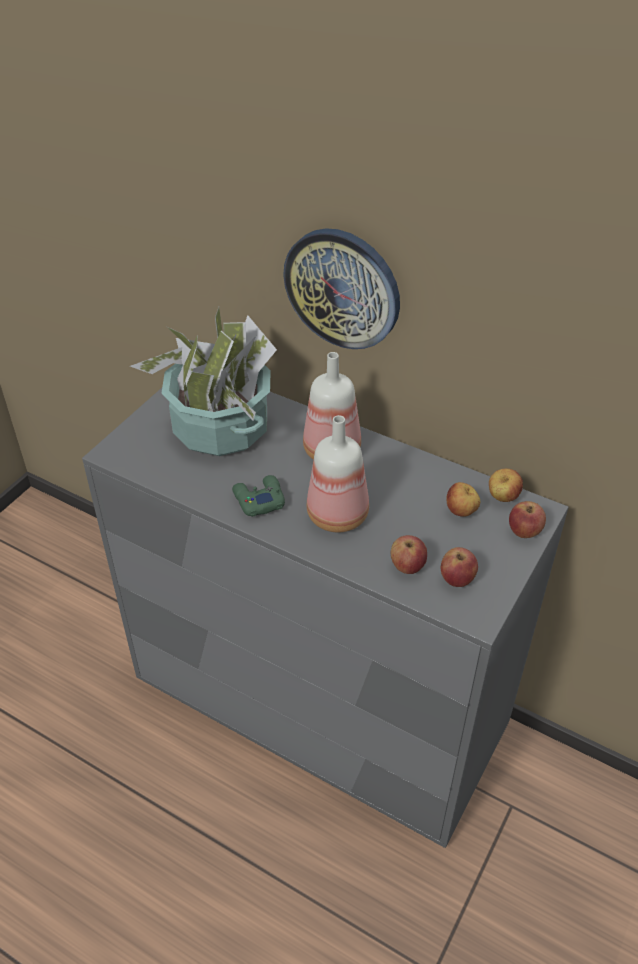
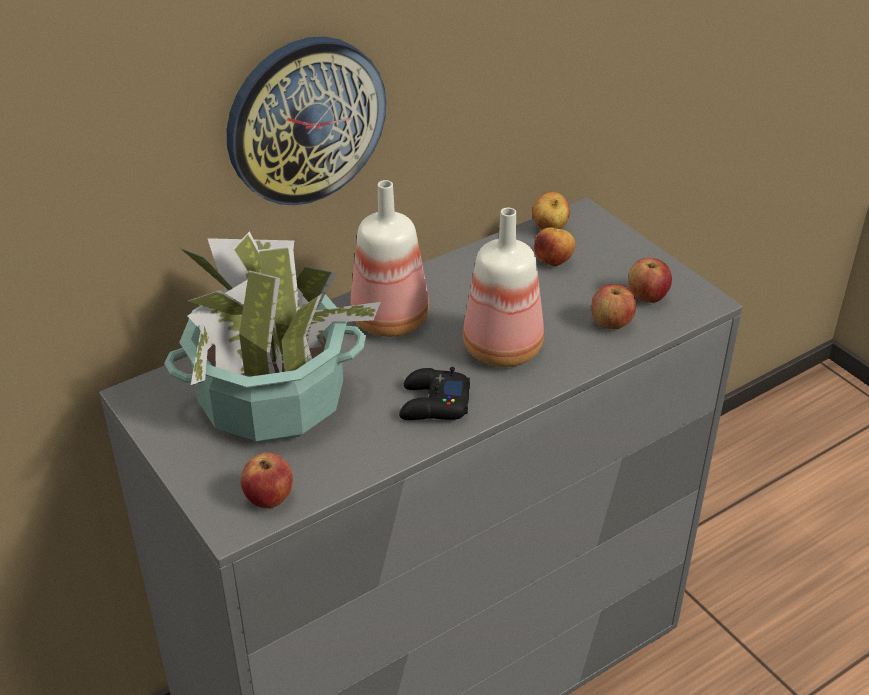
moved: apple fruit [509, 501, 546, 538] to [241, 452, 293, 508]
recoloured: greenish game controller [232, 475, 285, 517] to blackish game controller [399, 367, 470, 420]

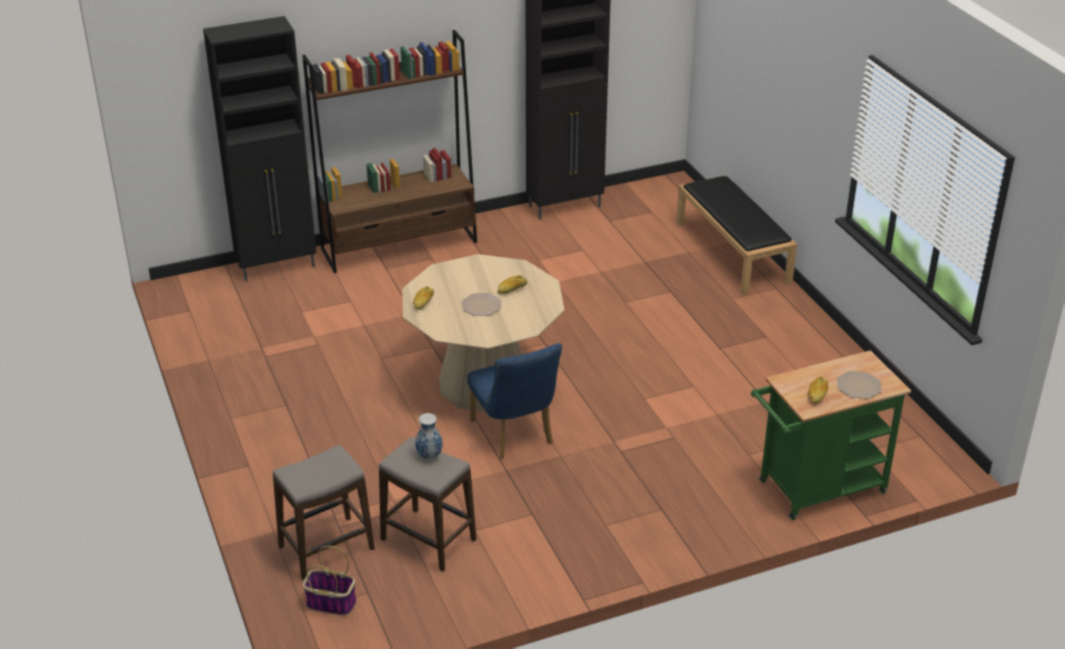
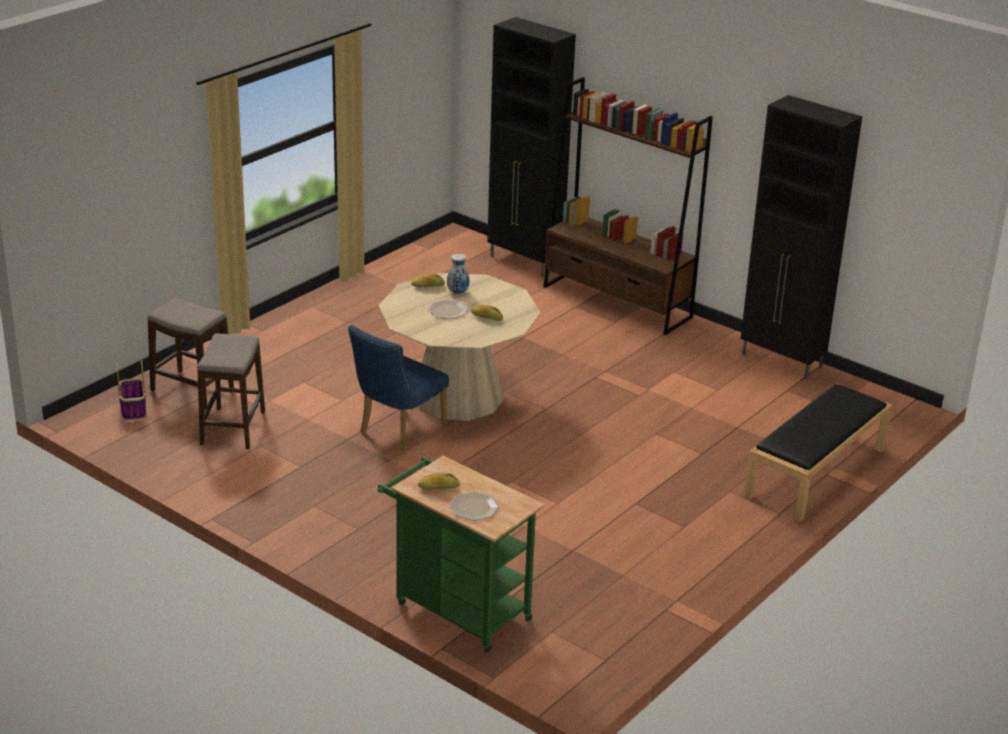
moved: decorative vase [416, 413, 442, 459] to [447, 254, 469, 294]

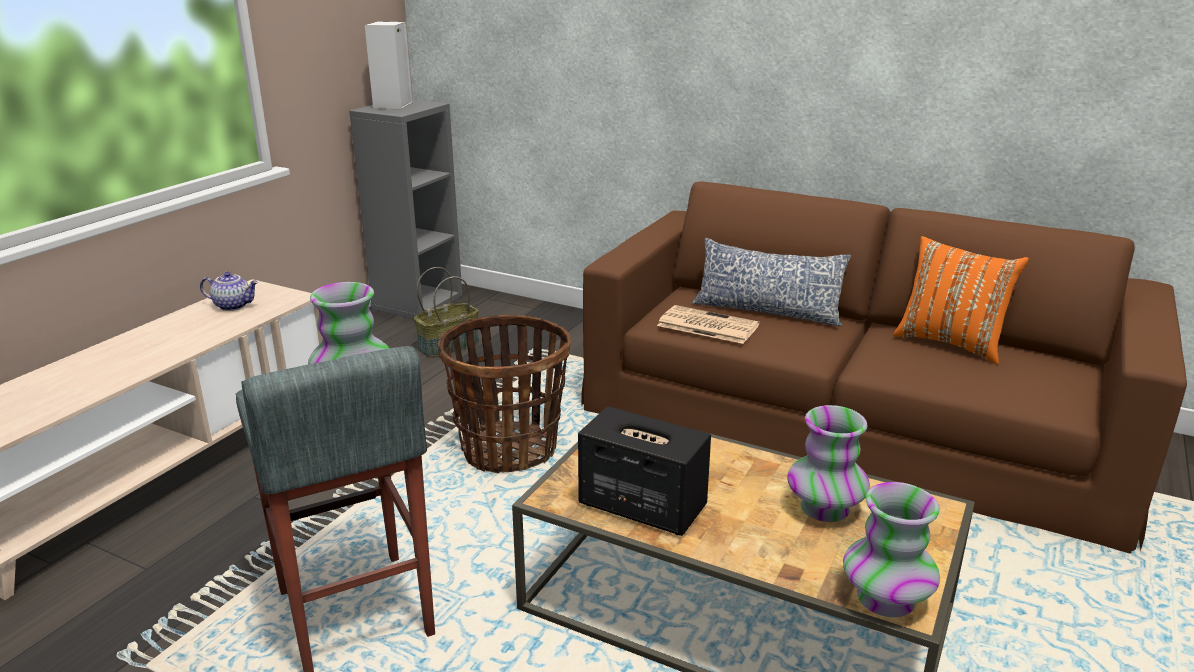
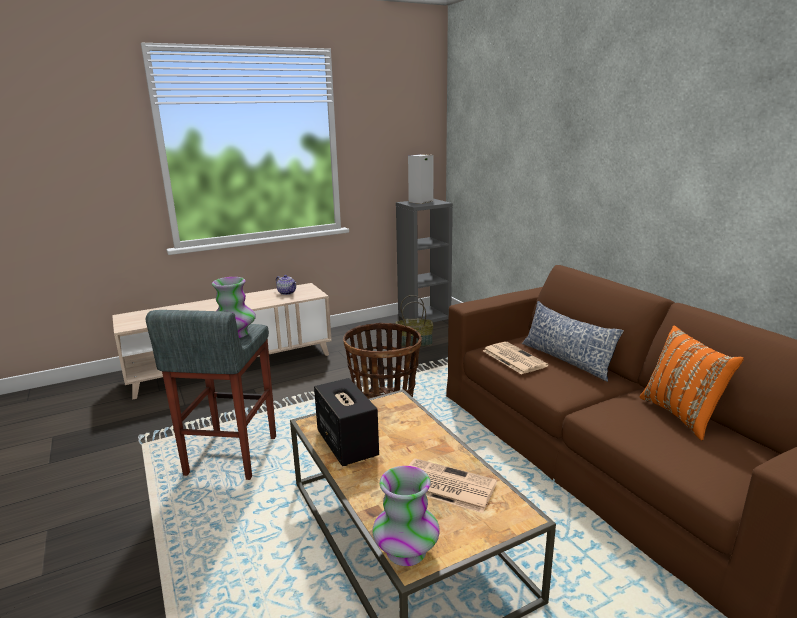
replaced: decorative vase [787, 405, 870, 522] to newspaper [408, 458, 497, 513]

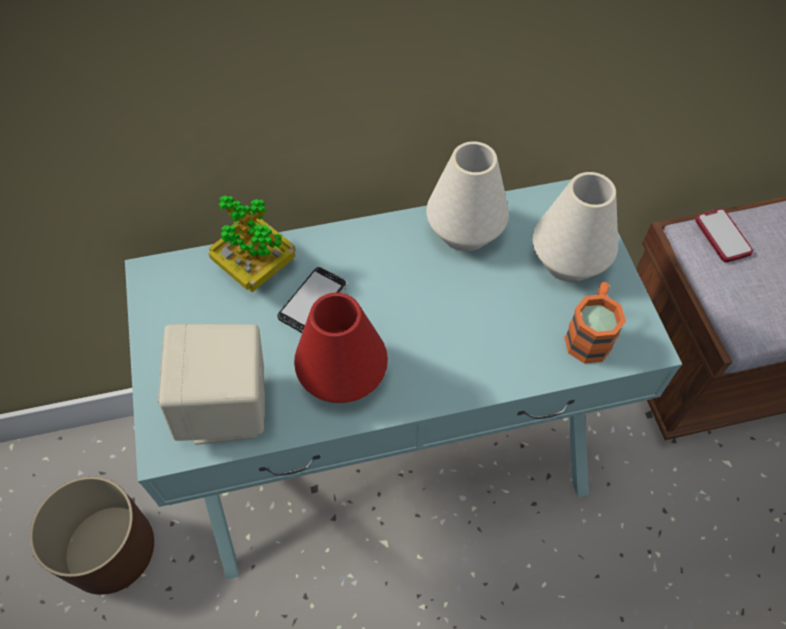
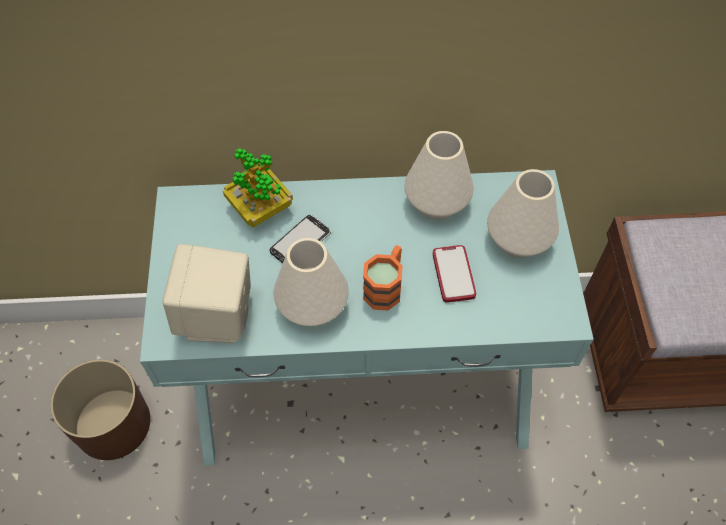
moved: orangey coffee mug [564, 282, 626, 364] to [363, 245, 403, 310]; phone [695, 209, 753, 263] to [433, 245, 476, 302]
recoloured: red decorative vase [294, 293, 388, 403] to whitish decorative vase [274, 238, 349, 326]

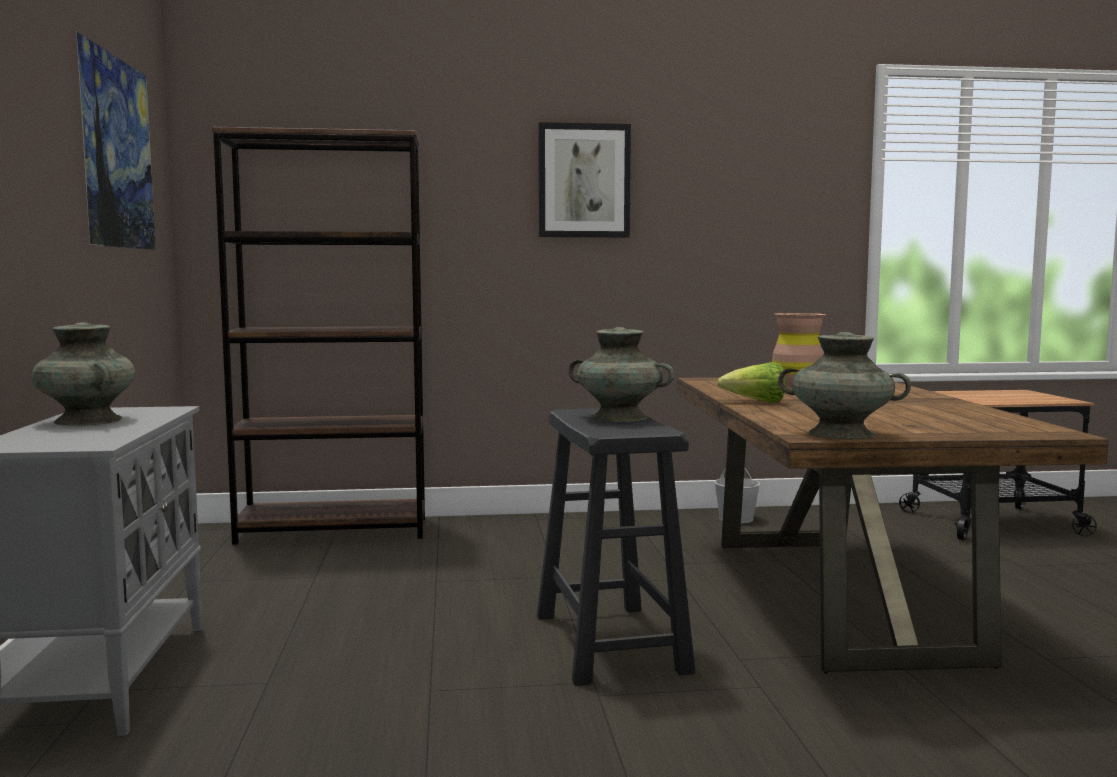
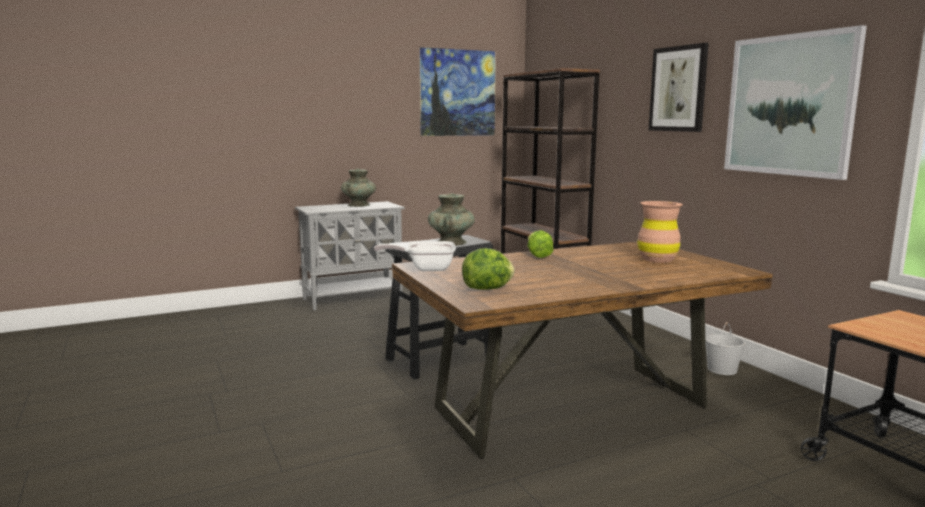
added: lettuce [462, 248, 515, 290]; wall picture [724, 25, 867, 180]
replaced: turquoise decorative vase [778, 332, 911, 439] to pan [374, 241, 456, 271]

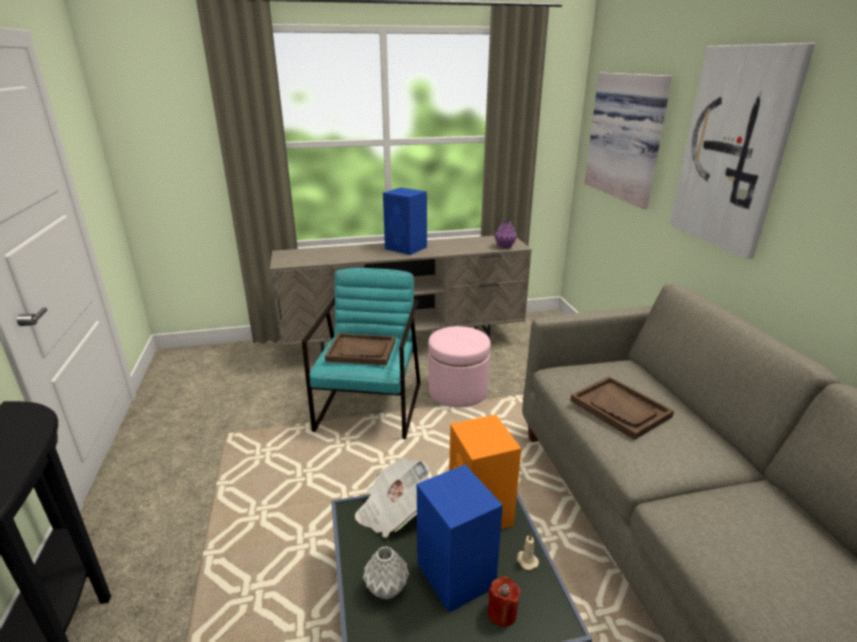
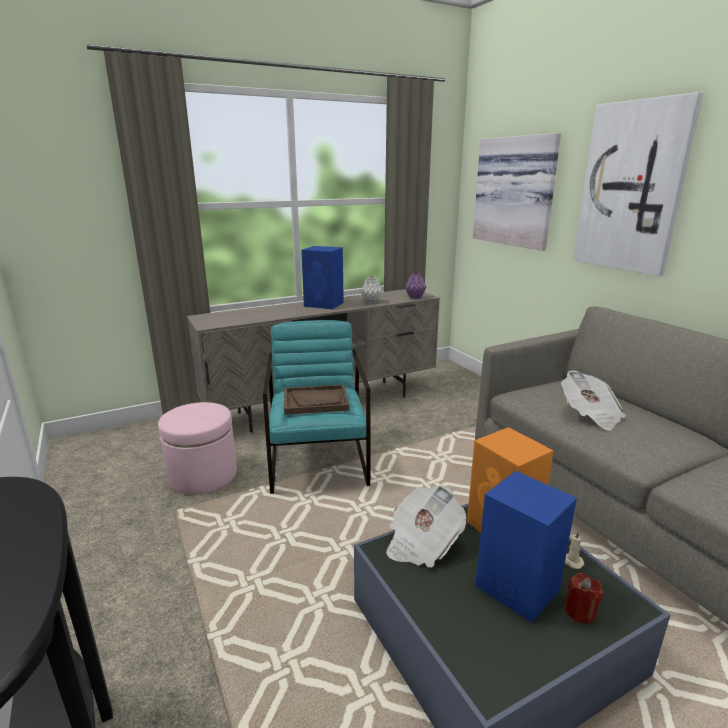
moved: gray decorative vase [363, 546, 409, 600] to [360, 277, 383, 303]; pink footrest [428, 326, 491, 407] to [158, 402, 237, 495]
replaced: brown serving tray [570, 376, 674, 440] to newspaper [561, 370, 626, 431]

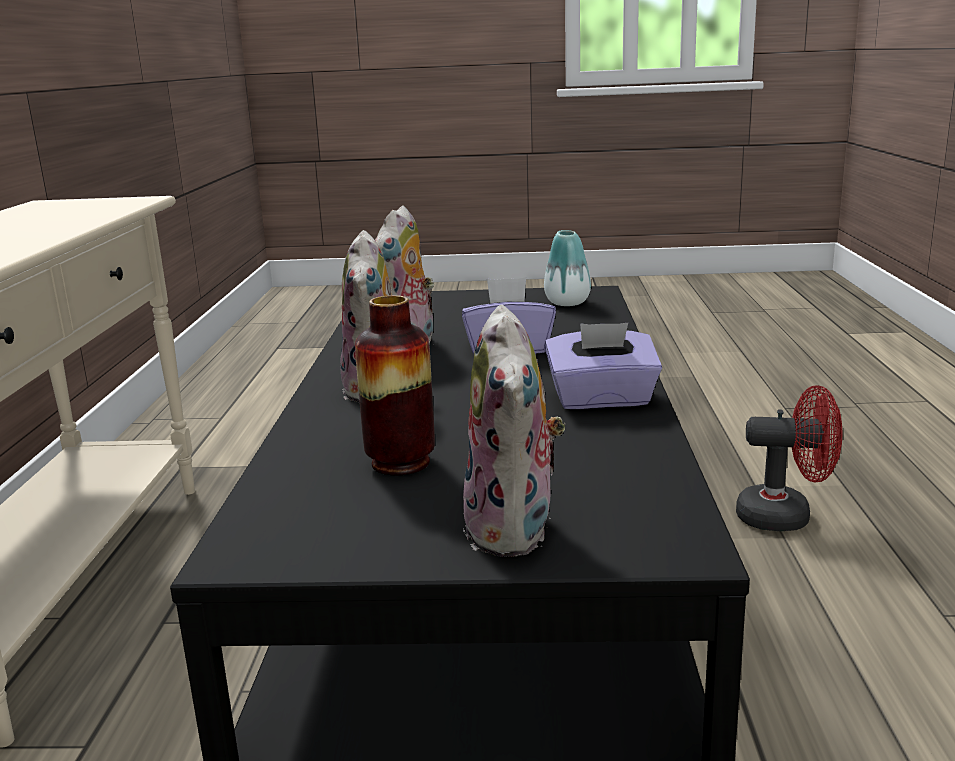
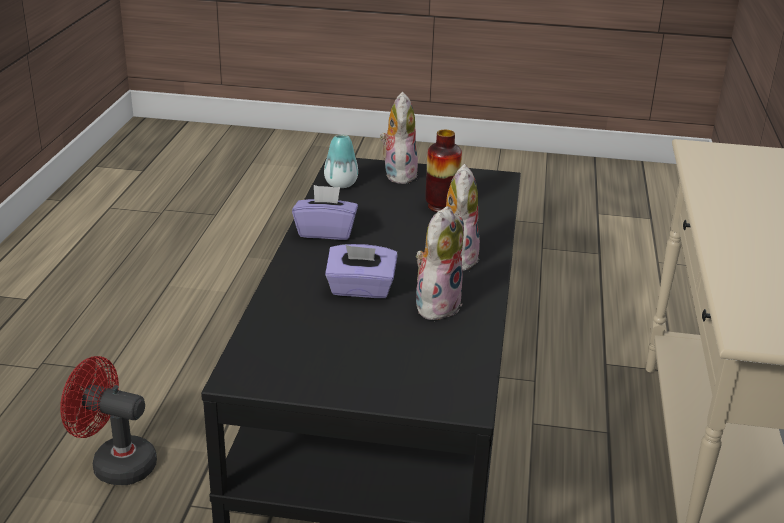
moved: decorative vase [544, 230, 591, 306] to [324, 135, 358, 188]

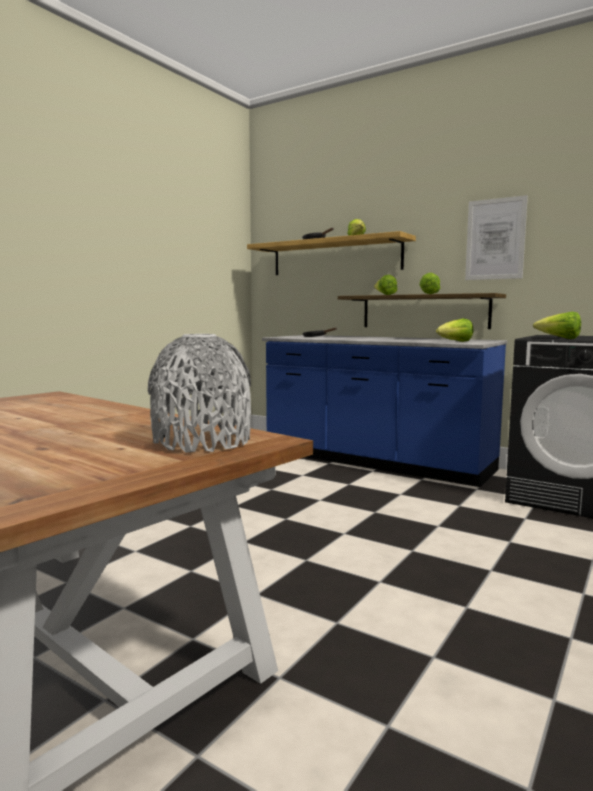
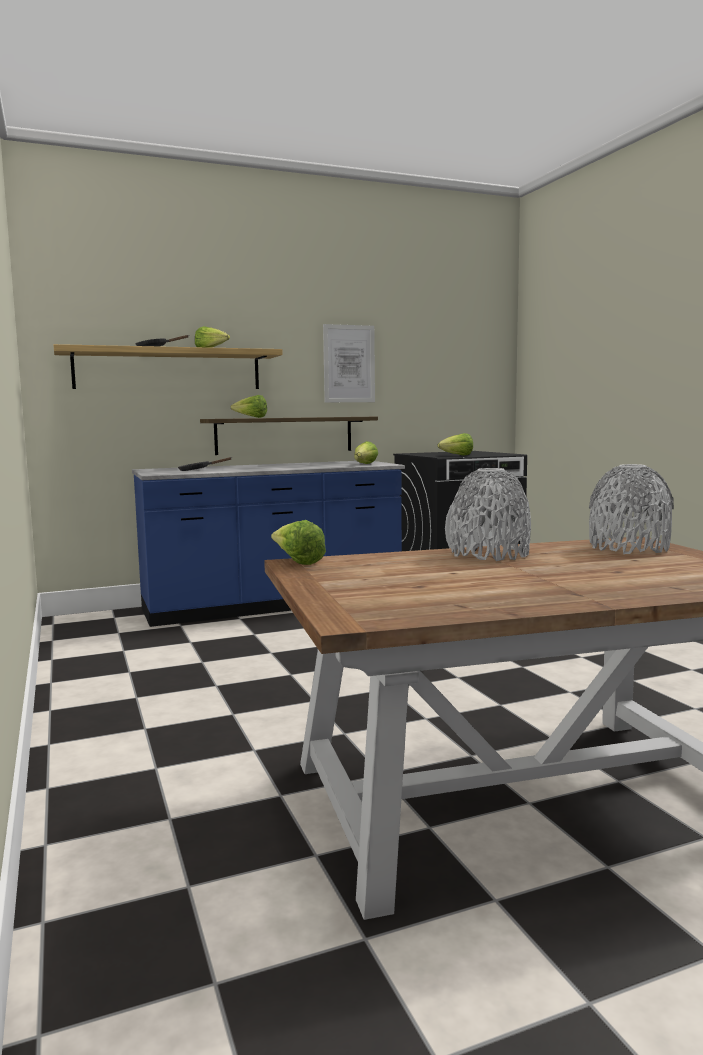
added: gray decorative vase [450, 468, 531, 561]
moved: lettuce [419, 273, 440, 294] to [271, 520, 326, 565]

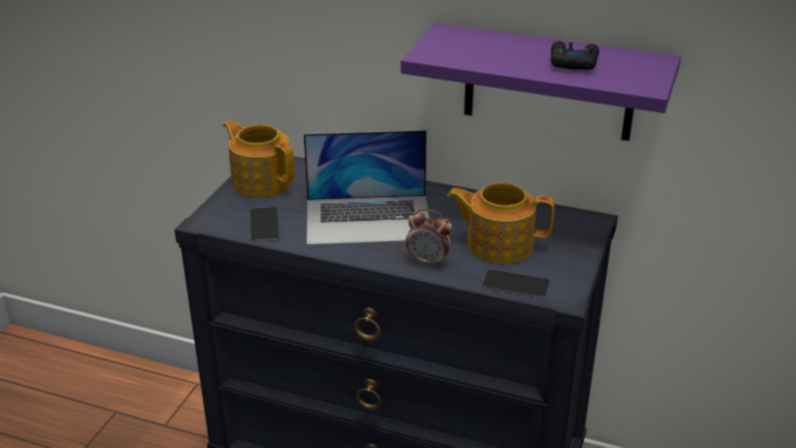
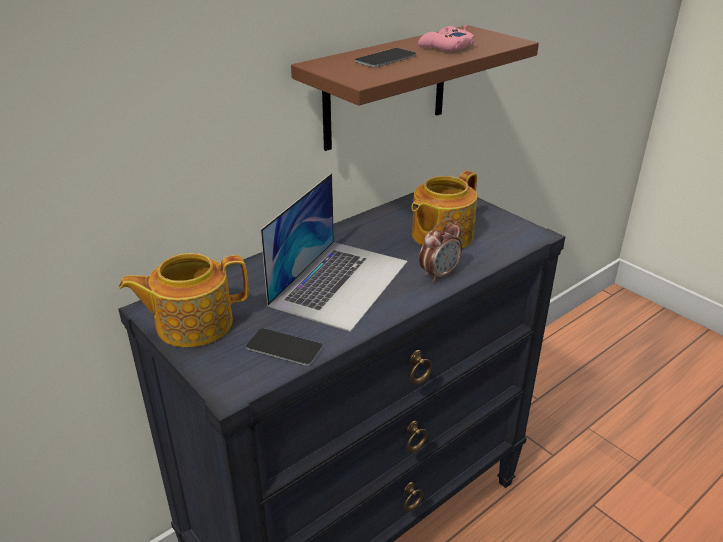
moved: phone [482, 270, 550, 298] to [355, 48, 416, 67]
recoloured: purple wall shelf [401, 23, 681, 141] to brown wall shelf [291, 25, 539, 151]; blackish game controller [551, 41, 599, 70] to pink game controller [418, 25, 475, 51]

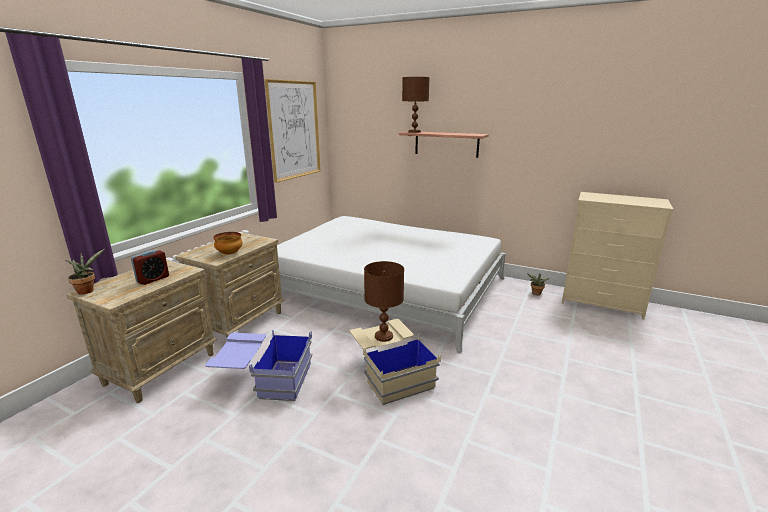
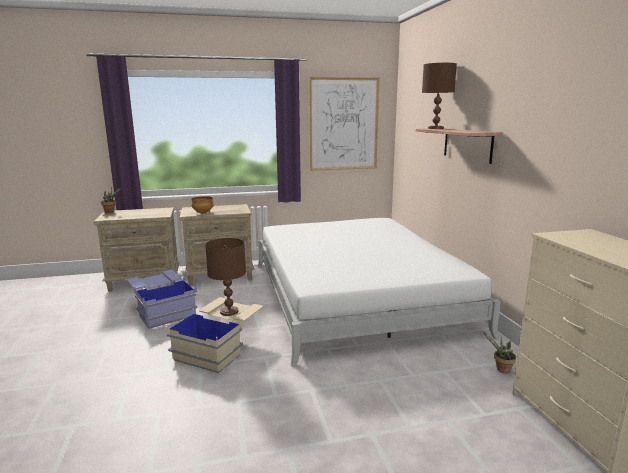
removed: bedside clock [131, 250, 169, 285]

